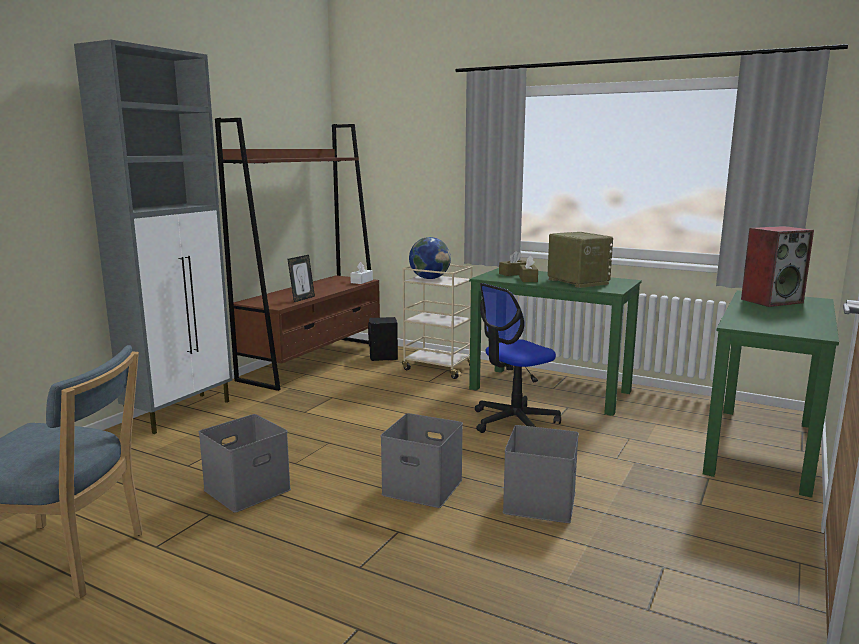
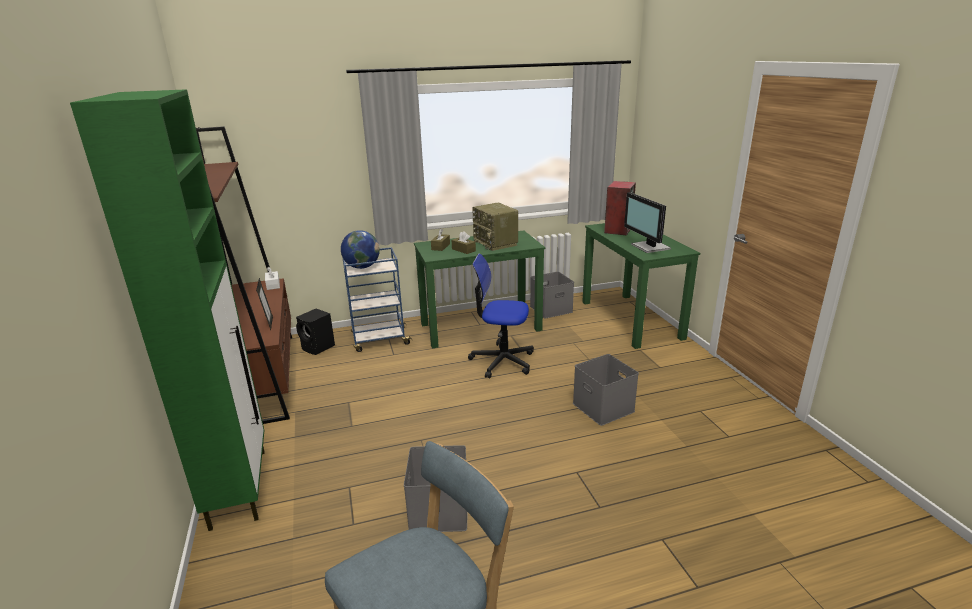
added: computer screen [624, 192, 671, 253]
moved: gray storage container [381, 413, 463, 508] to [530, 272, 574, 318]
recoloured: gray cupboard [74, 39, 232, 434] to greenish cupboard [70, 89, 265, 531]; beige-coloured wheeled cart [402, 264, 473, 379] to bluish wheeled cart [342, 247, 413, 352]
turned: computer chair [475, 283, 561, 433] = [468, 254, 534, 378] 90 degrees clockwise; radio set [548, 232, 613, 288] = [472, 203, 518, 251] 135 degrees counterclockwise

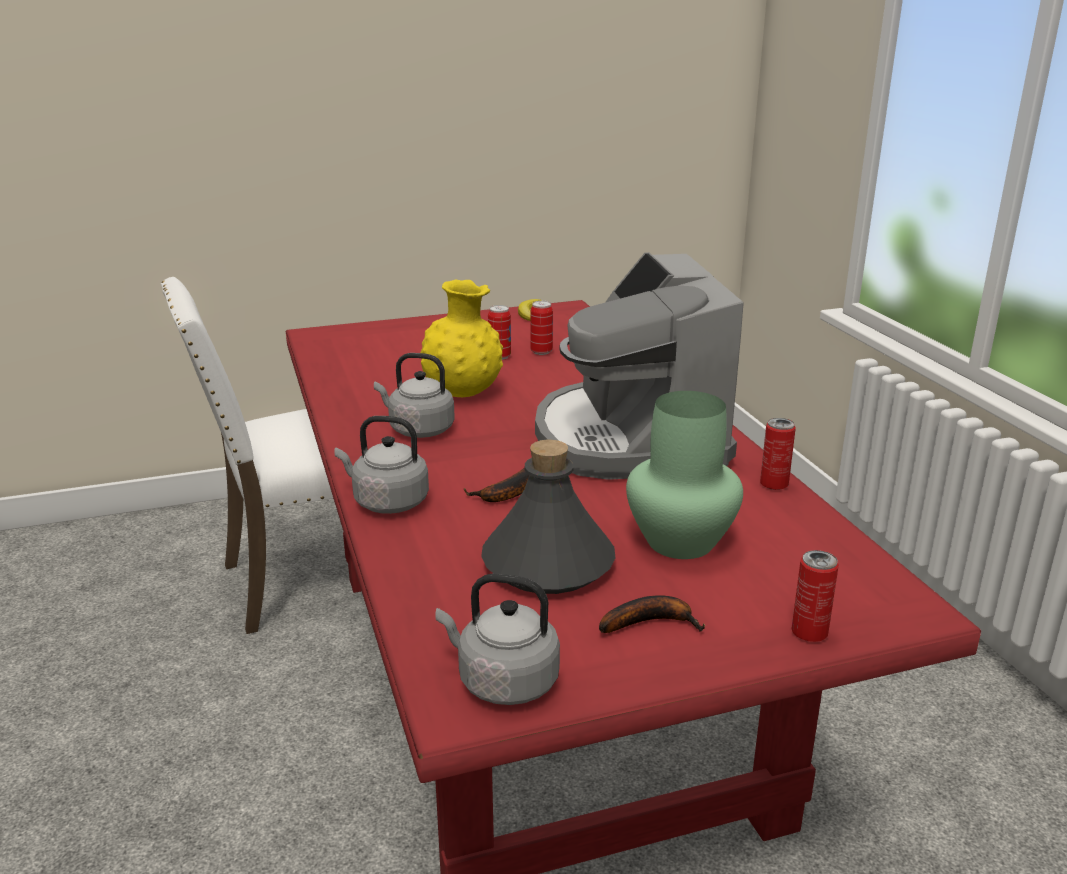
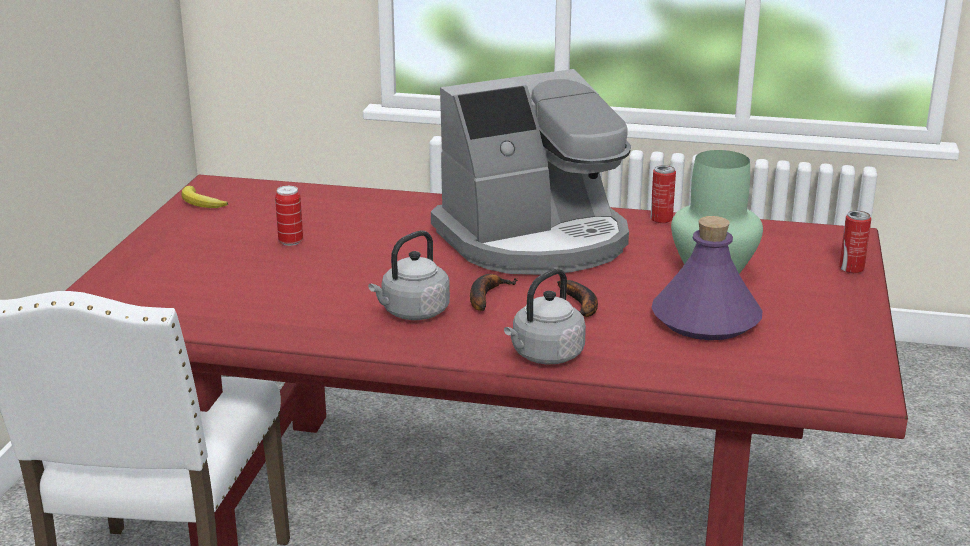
removed: yellowish decorative vase [420, 280, 503, 397]; gray water kettle [435, 573, 560, 705]; can [530, 301, 553, 355]
moved: banana [599, 595, 706, 633] to [470, 274, 518, 311]
recoloured: gray beverage bottle [481, 440, 615, 594] to purple beverage bottle [651, 216, 762, 340]
turned: coffee brewer [535, 252, 744, 480] = [431, 69, 631, 275] 45 degrees counterclockwise

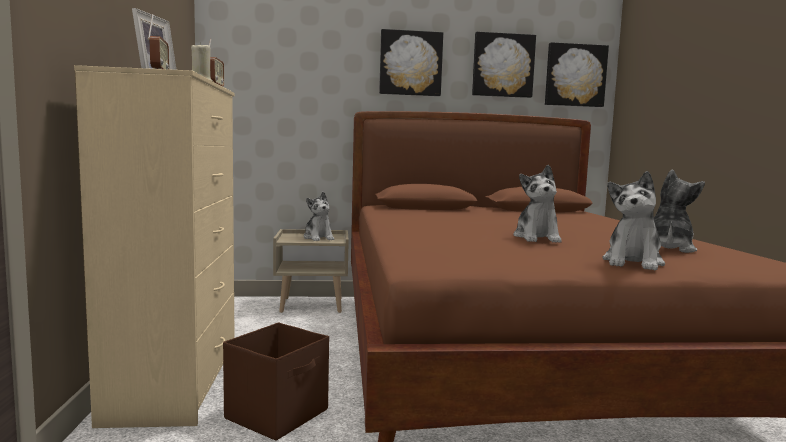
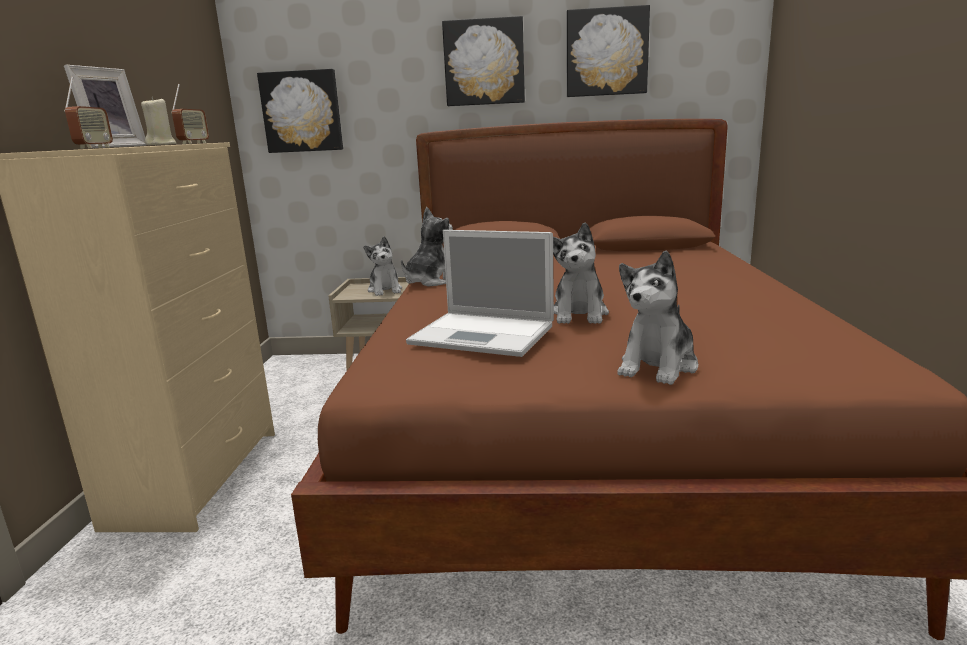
removed: brown storage container [223, 323, 329, 441]
added: portable computer [406, 230, 554, 357]
moved: wall picture [545, 42, 609, 107] to [257, 69, 343, 153]; cuddly toy [654, 170, 705, 253] to [401, 207, 453, 286]

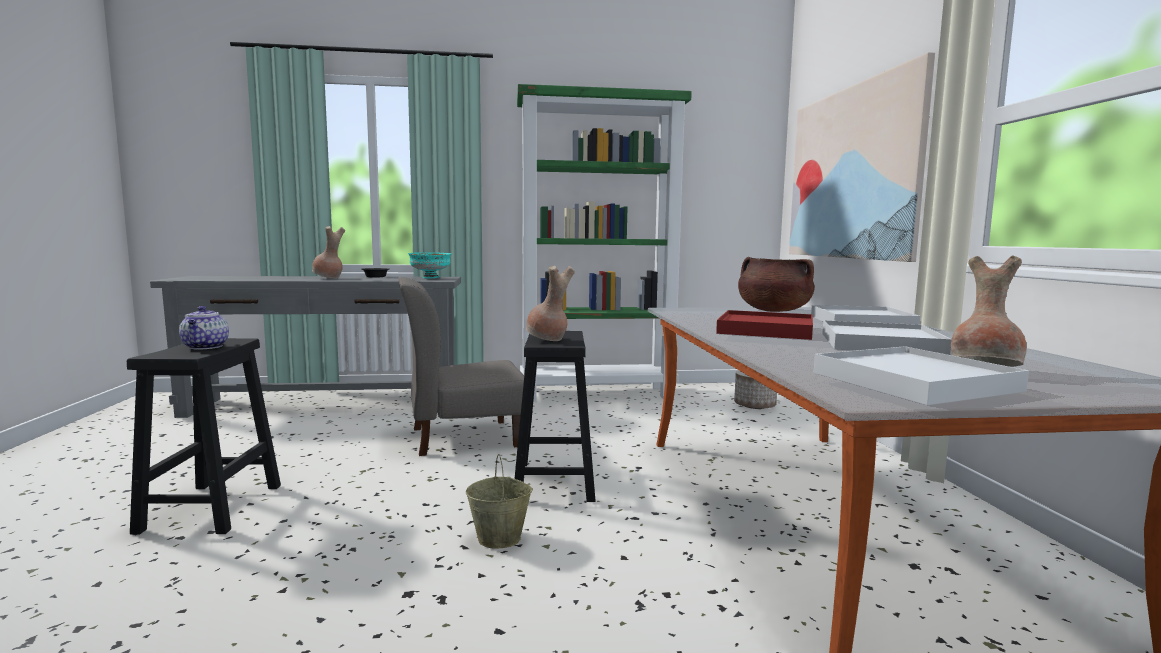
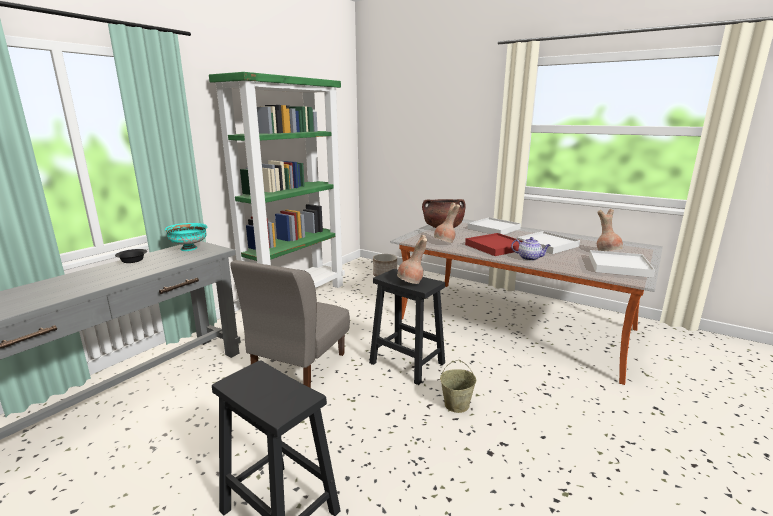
removed: wall picture [789, 52, 935, 262]
moved: teapot [179, 306, 229, 350] to [511, 237, 551, 261]; brown decorative vase [312, 226, 345, 278] to [434, 203, 460, 243]

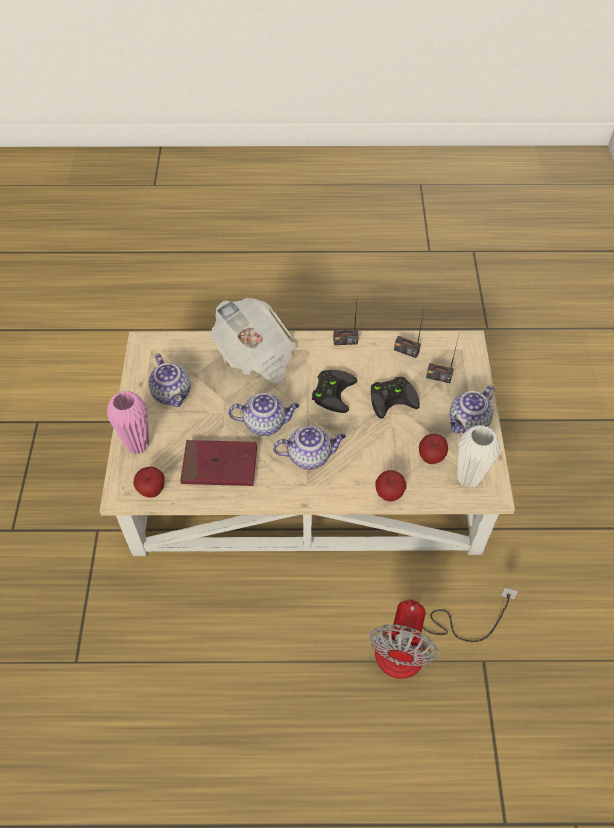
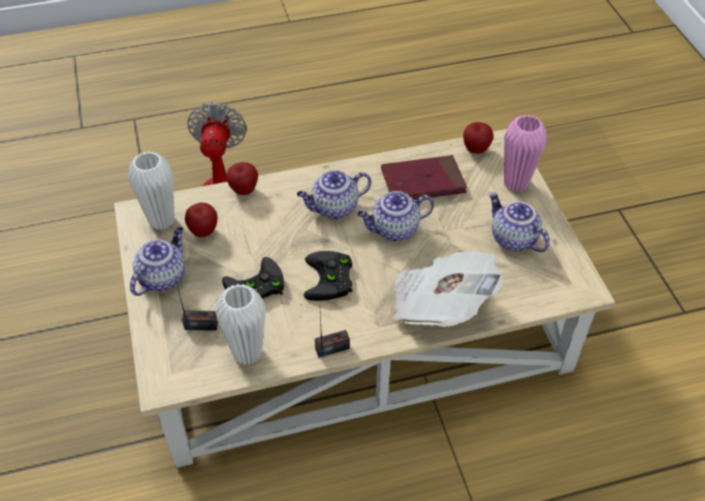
replaced: radio set [394, 311, 424, 358] to whitish decorative vase [215, 284, 266, 365]

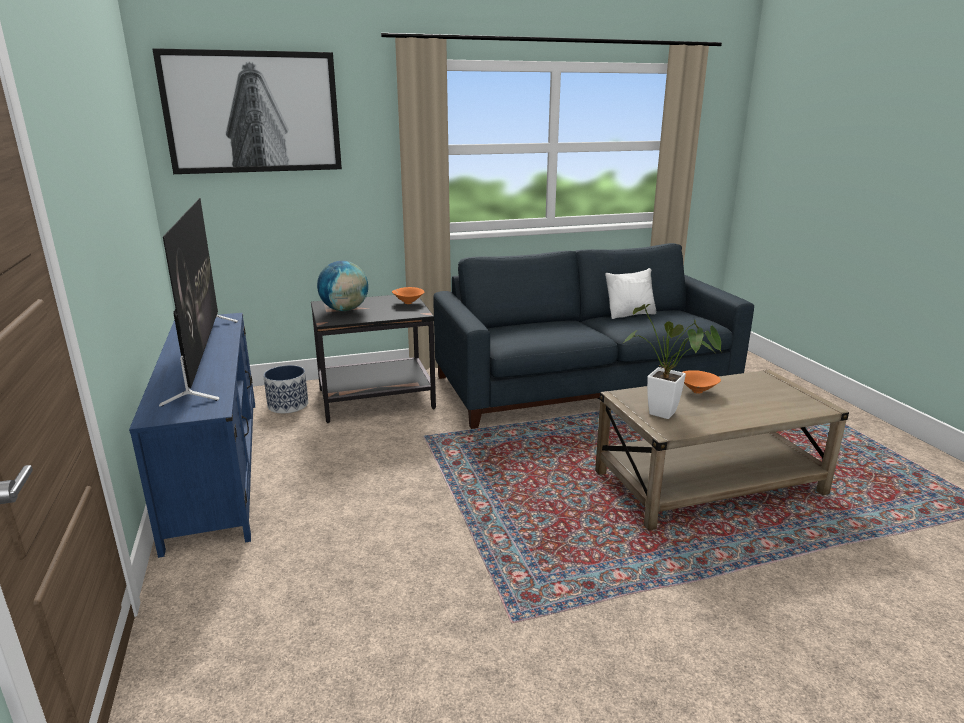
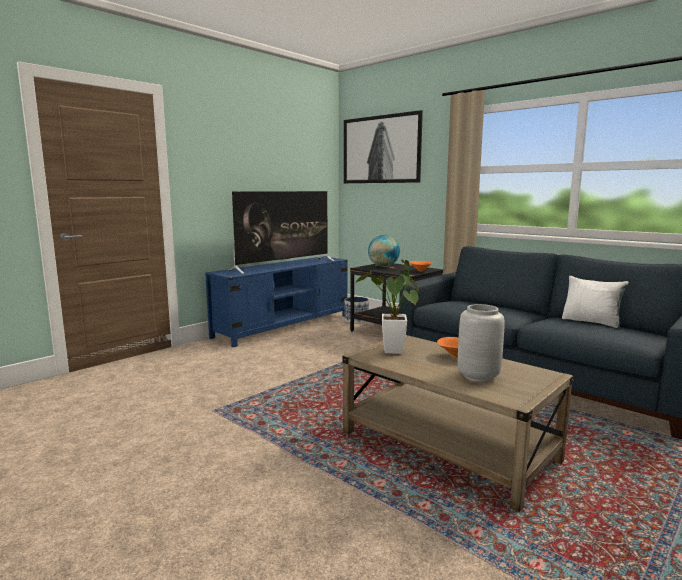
added: gray decorative vase [458, 304, 505, 382]

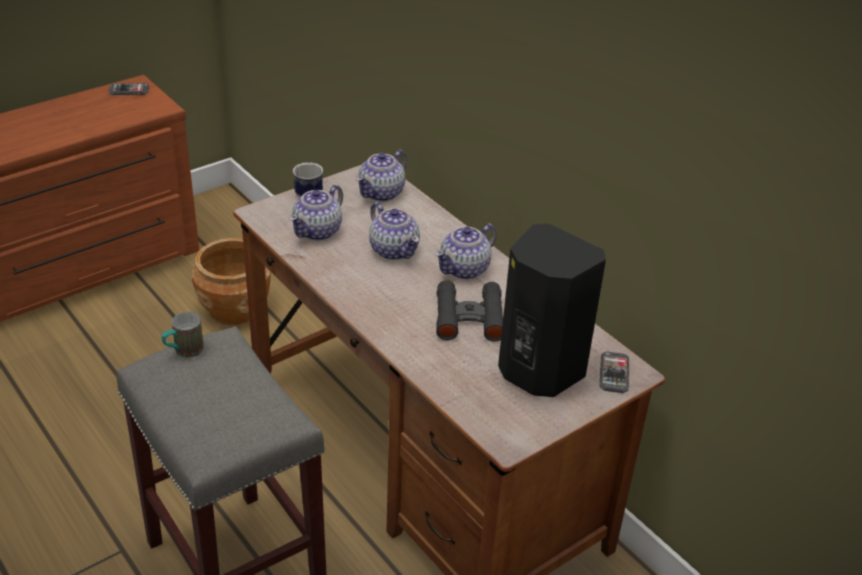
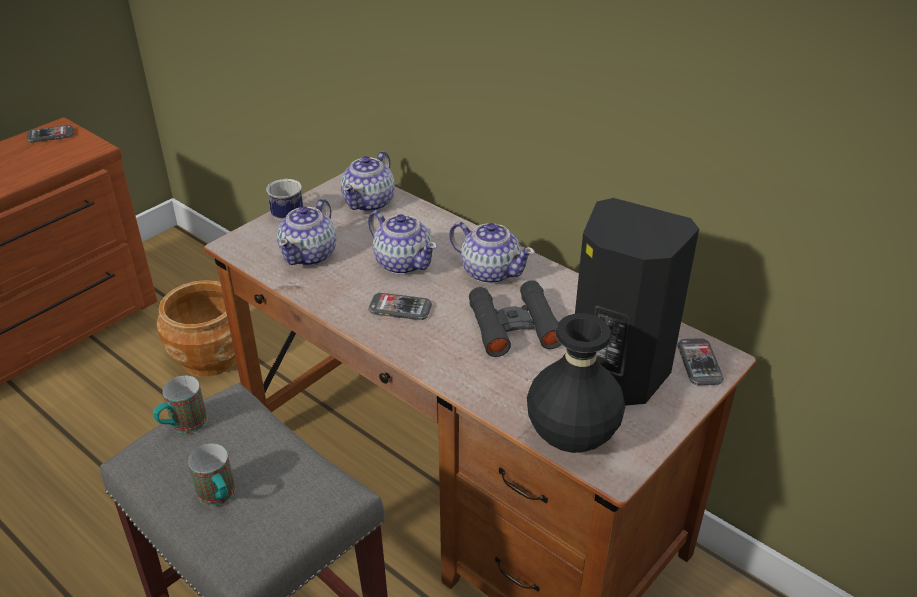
added: coffee mug [188, 444, 235, 506]; phone [368, 293, 432, 320]; blackish decorative vase [527, 313, 625, 453]
turned: teapot [435, 224, 497, 279] = [449, 222, 535, 284] 90 degrees counterclockwise

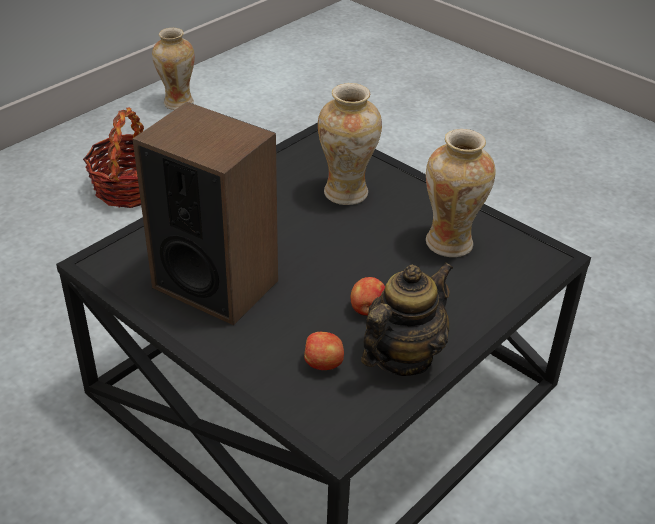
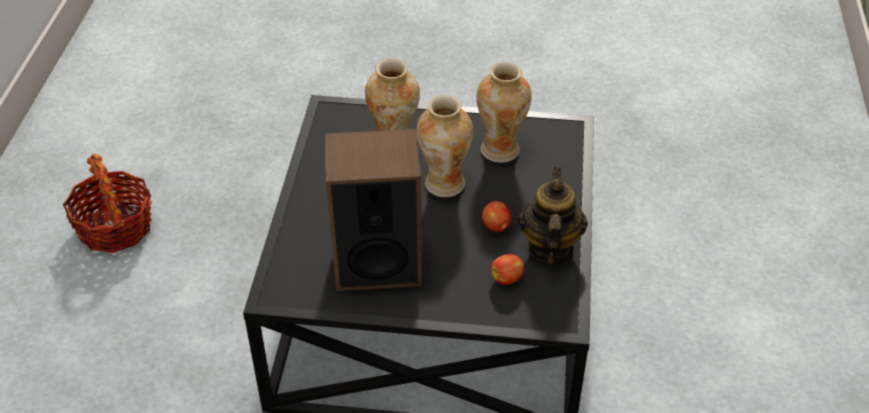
moved: decorative vase [152, 28, 195, 110] to [416, 95, 473, 197]

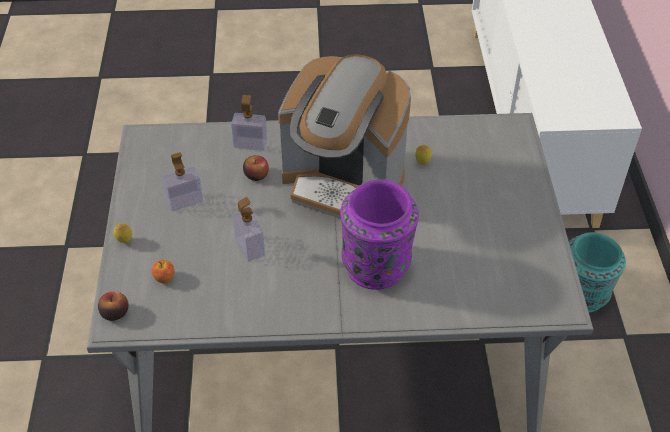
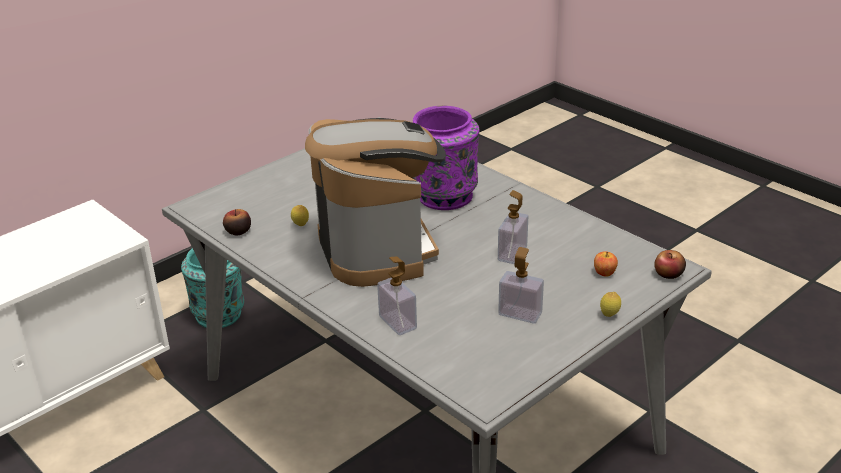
moved: apple fruit [243, 155, 269, 181] to [223, 209, 251, 235]

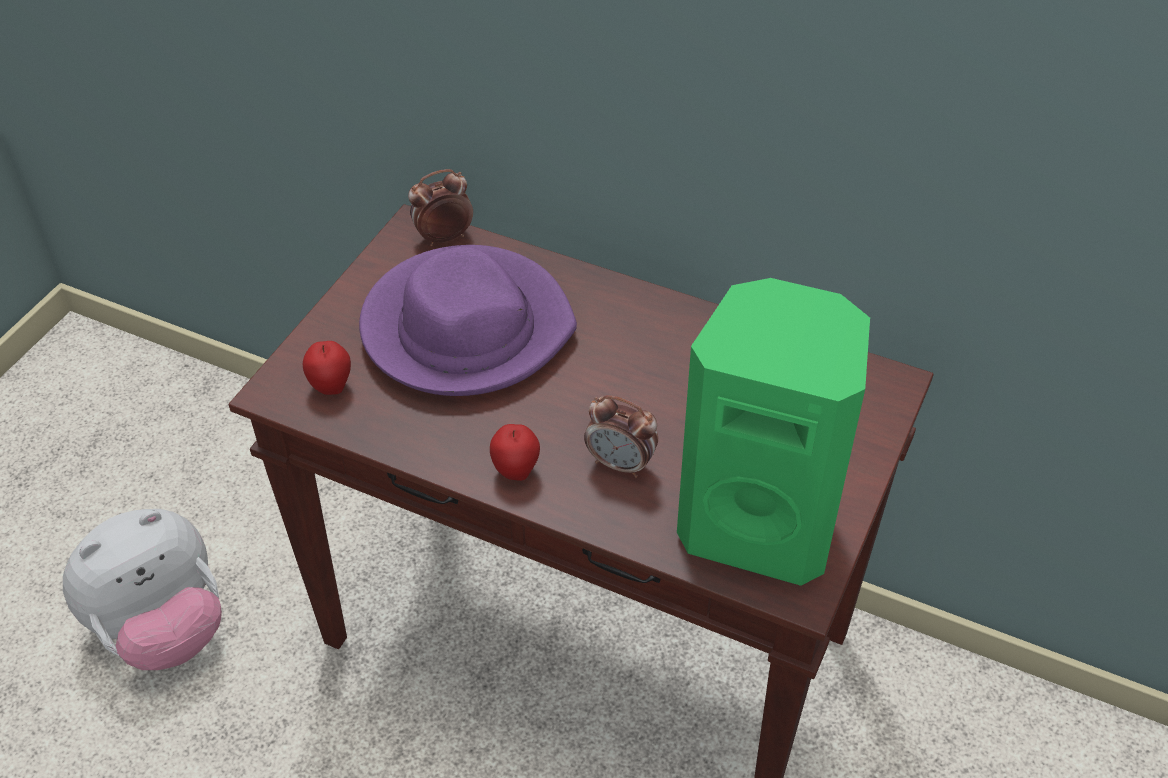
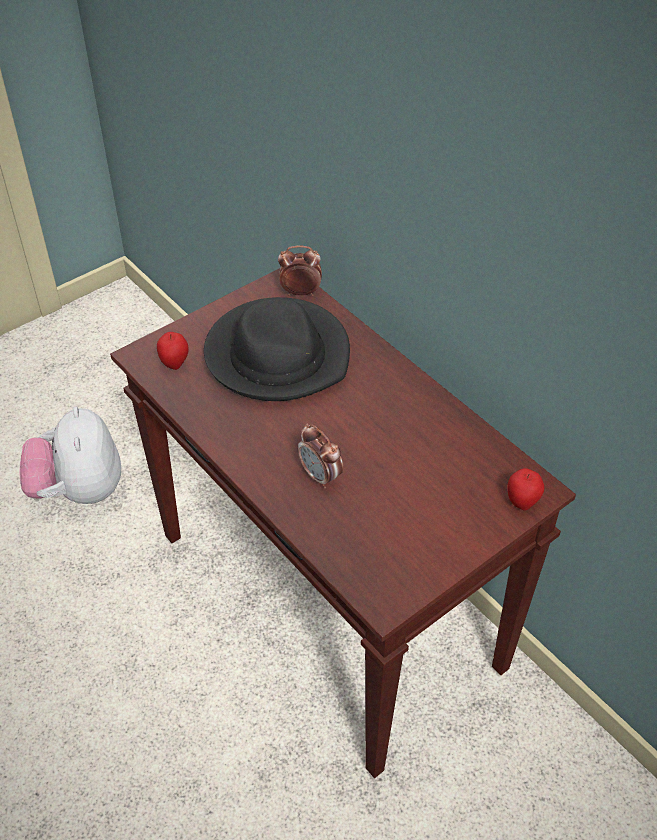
removed: greenish speaker [677, 278, 870, 586]
moved: apple fruit [490, 424, 540, 481] to [507, 468, 544, 510]
recoloured: purple wearable hat [359, 245, 577, 396] to blackish wearable hat [204, 297, 350, 401]
turned: cuddly toy [63, 509, 222, 670] = [20, 406, 121, 504] 90 degrees clockwise

